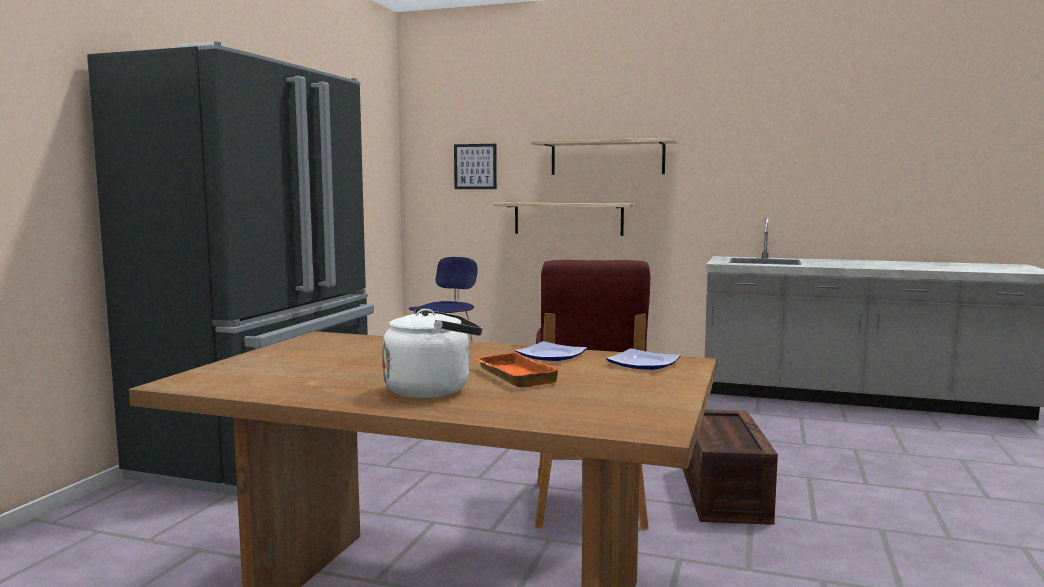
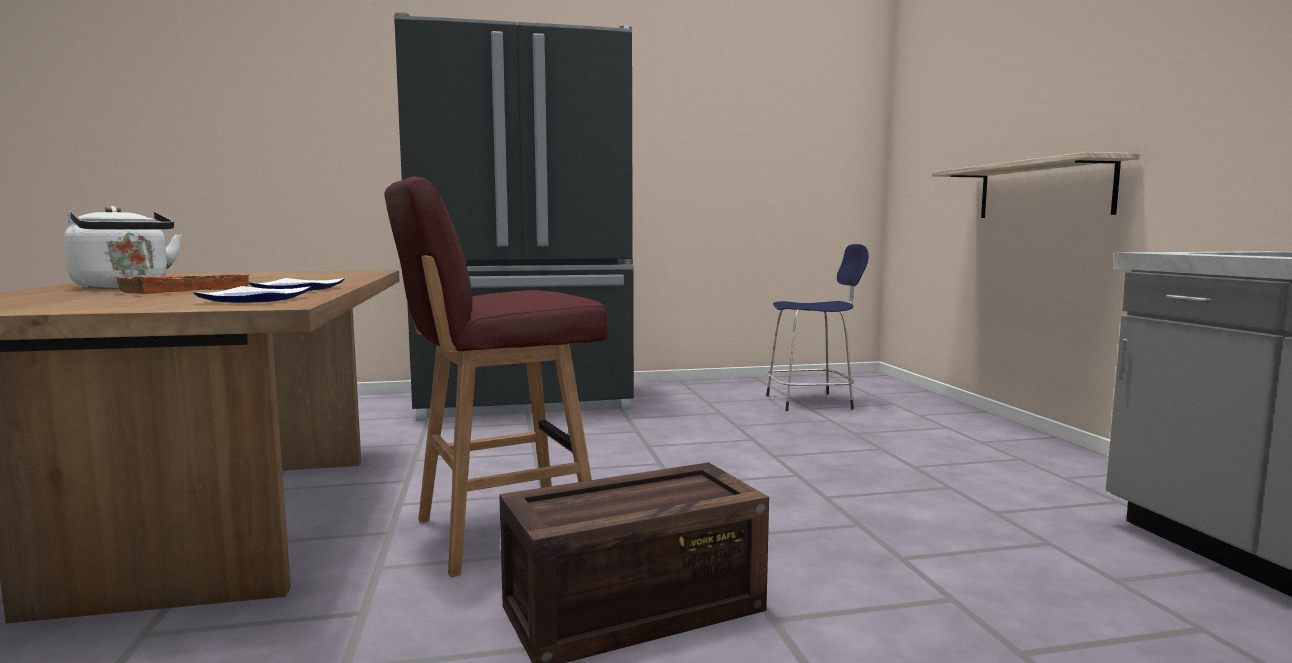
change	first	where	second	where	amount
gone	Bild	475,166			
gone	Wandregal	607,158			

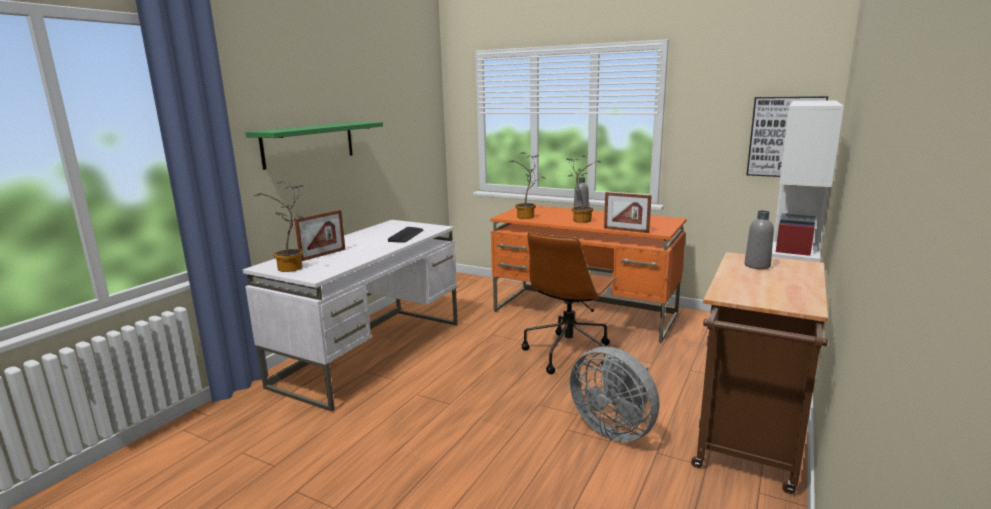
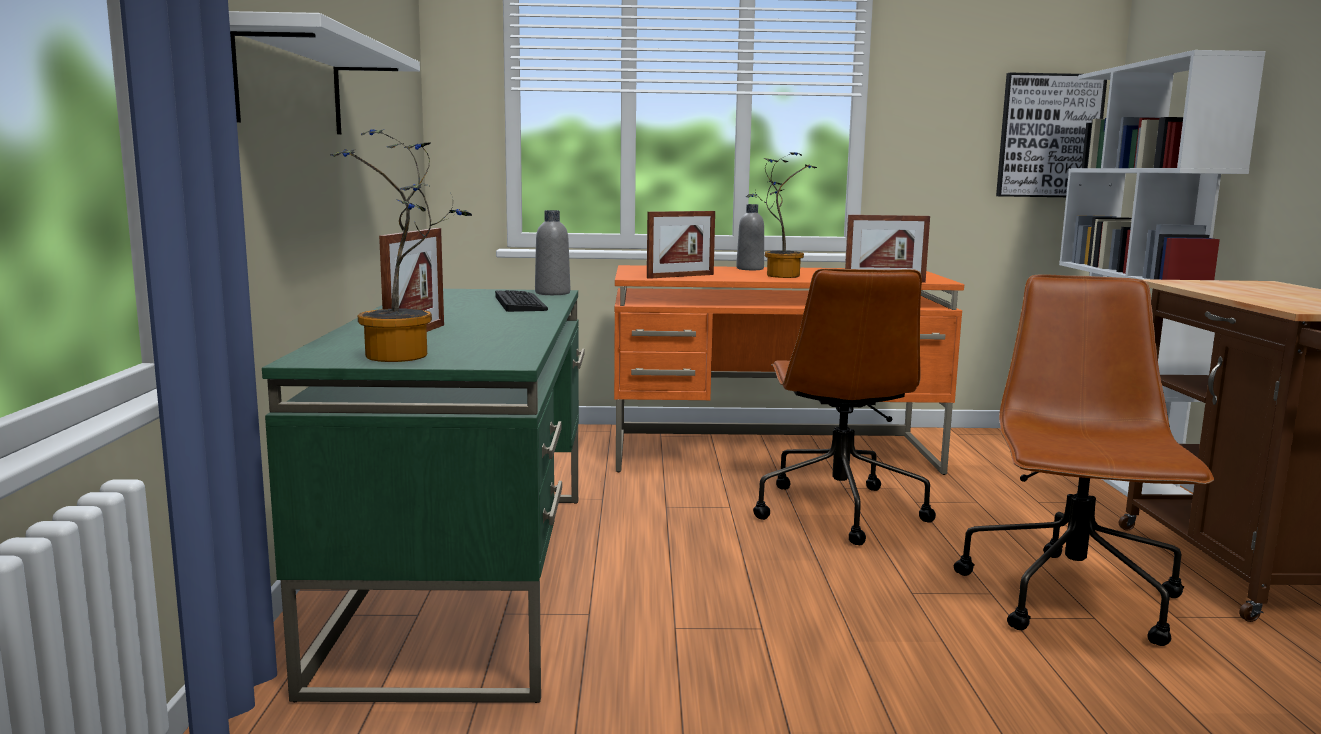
change	first	where	second	where	amount
repainted	Wandregal (grün)	309,144	Wandregal (weiß)	291,85	
repainted	Schreibtisch (weiß)	372,353	Schreibtisch (grün)	468,578	
shifted	Flasche (grau)	757,266		552,293	
swapped	Topfpflanze	527,217	Bilderrahmen	680,276	
swapped	Ventilator (grau)	614,428	Bürostuhl (braun)	1072,599	

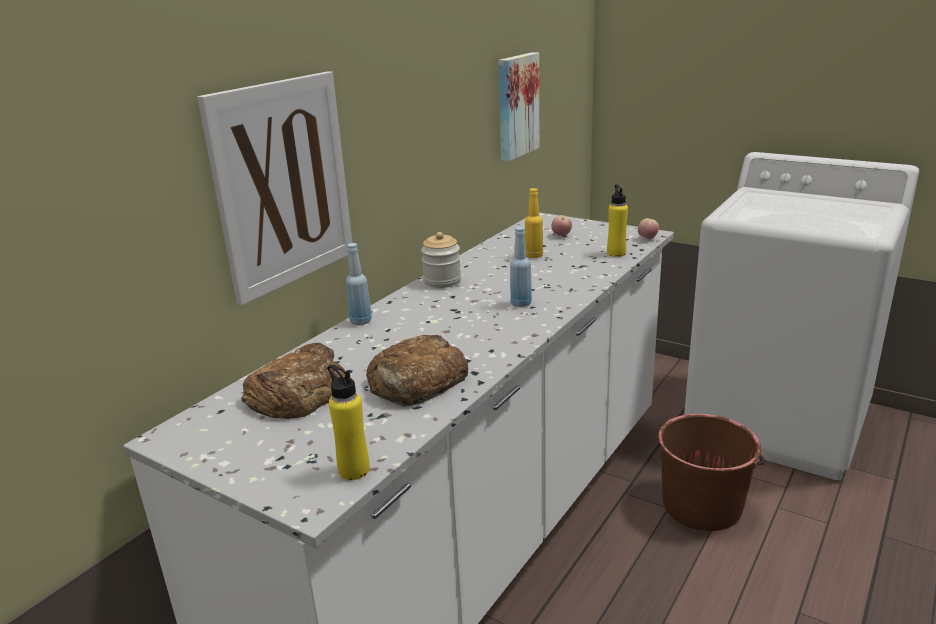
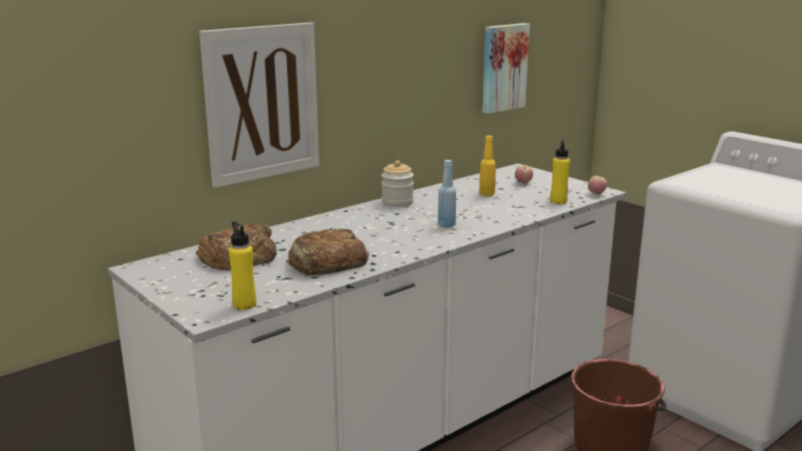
change	first	where	second	where	amount
gone	Flasche (blau)	361,321			

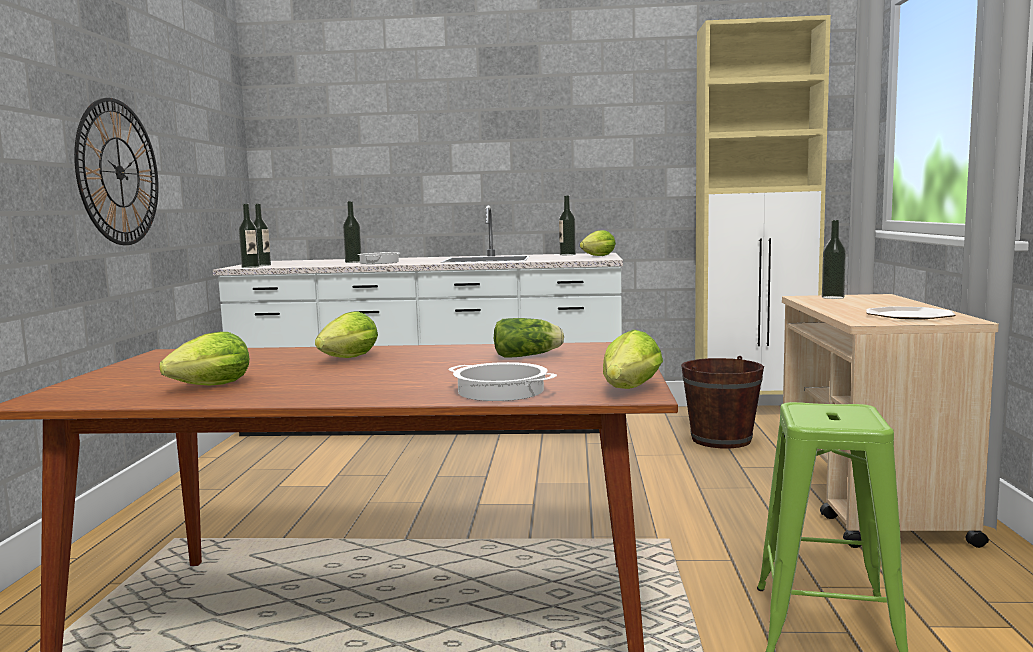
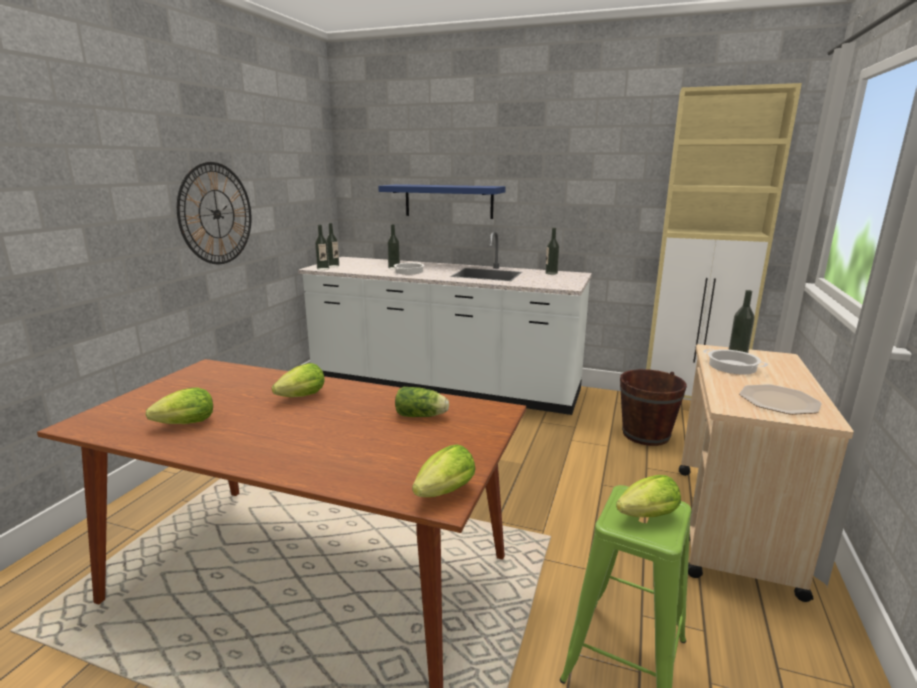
change	first	where	second	where	amount
new			Wandregal (blau)	448,201	
shifted	Salatkopf	596,256		644,517	
shifted	Kochtopf	499,391		731,366	

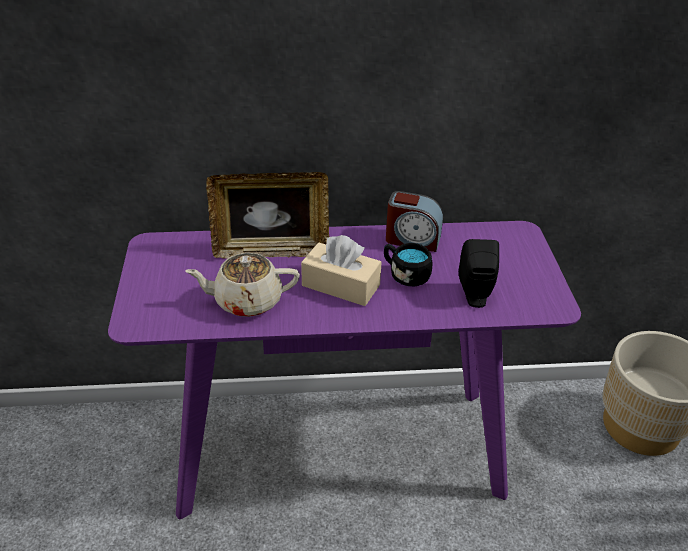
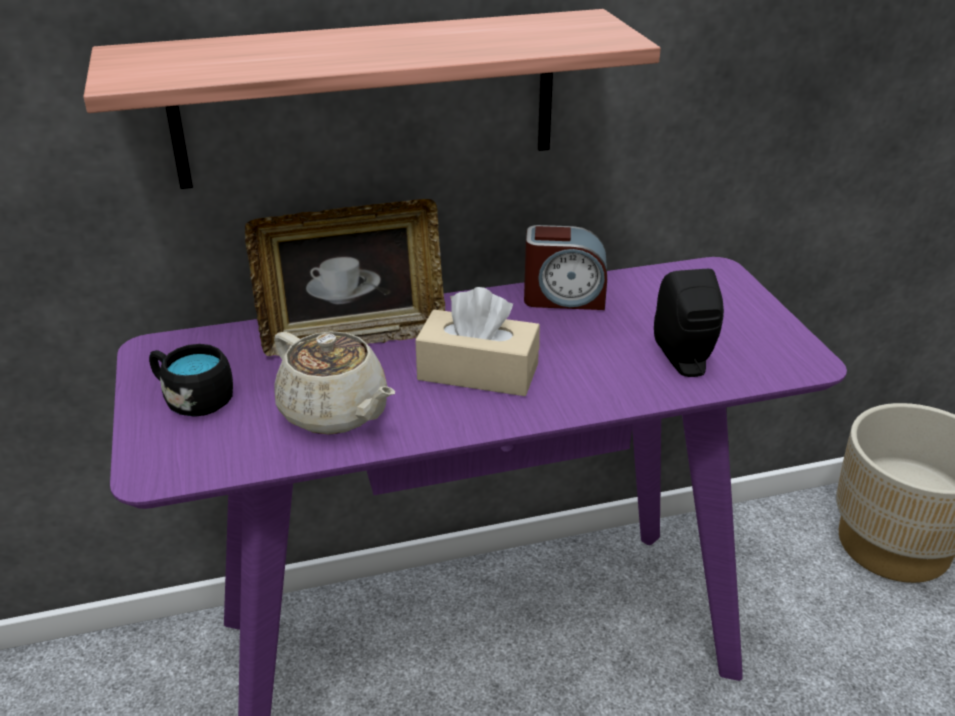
change	first	where	second	where	amount
new			Wandregal	367,99	
shifted	Henkelbecher (schwarz)	405,274		192,399	
rotated	Teekanne (beige)	246,301		335,412	120 degrees counterclockwise

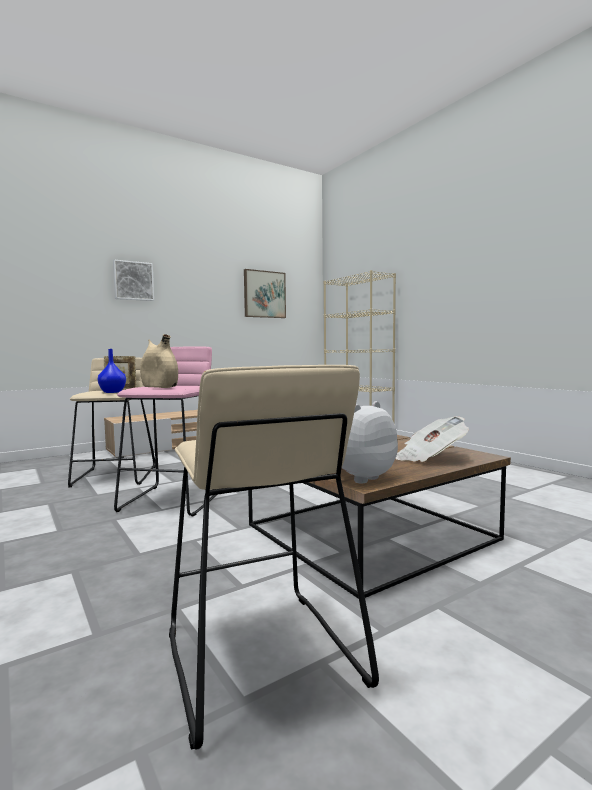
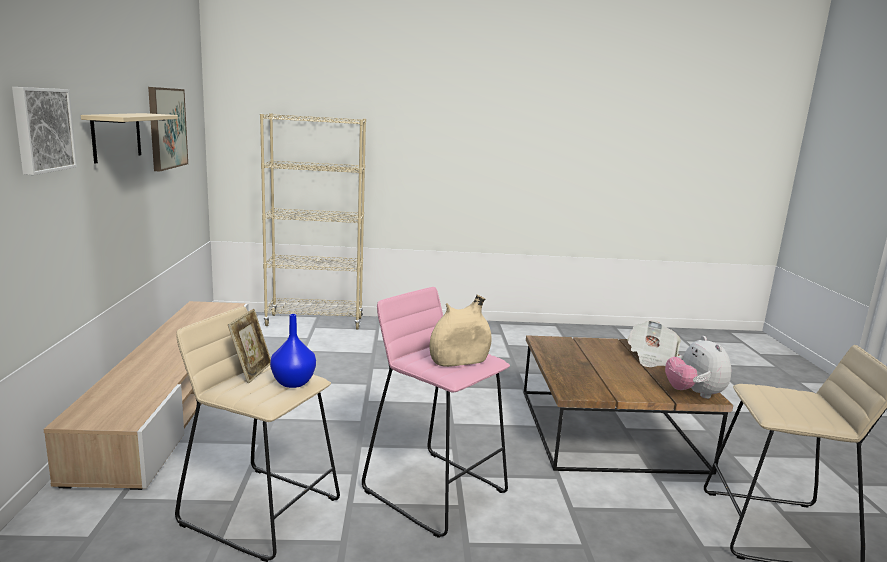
change	first	where	second	where	amount
new			Wandregal (beige)	116,136	

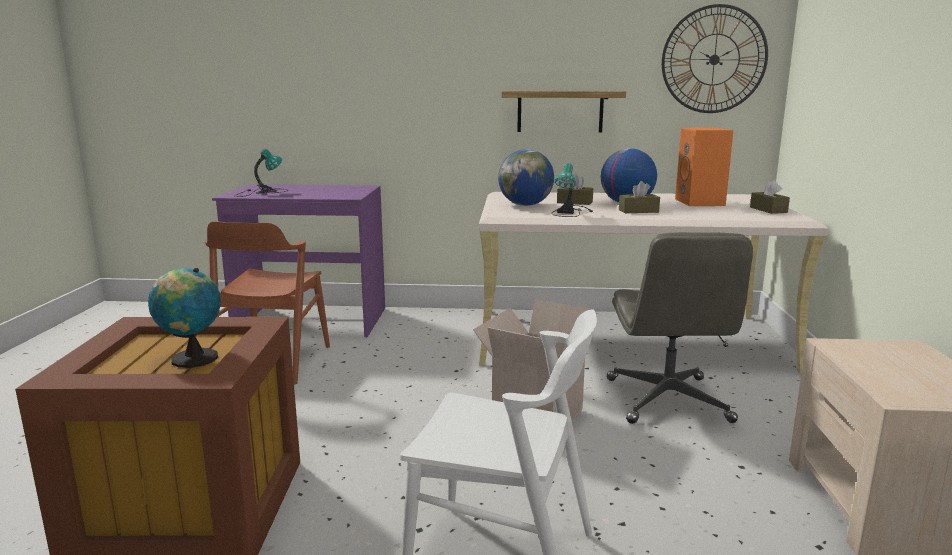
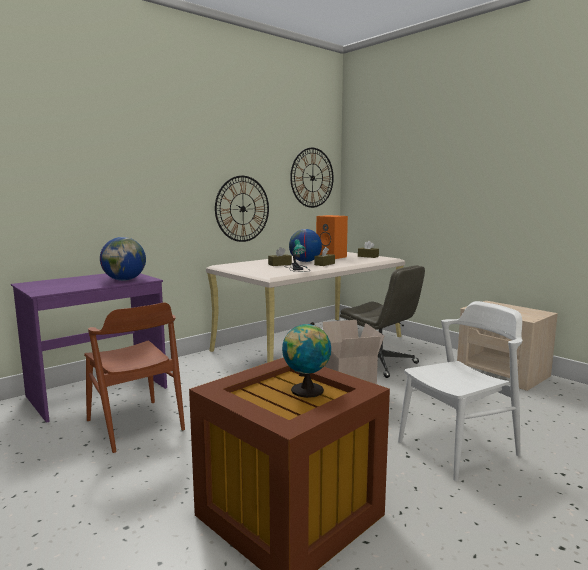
change	first	where	second	where	amount
shifted	Globus	525,205		124,280	
swapped	Wandregal	560,111	Wanduhr	242,209	
gone	Tischlampe	262,192			

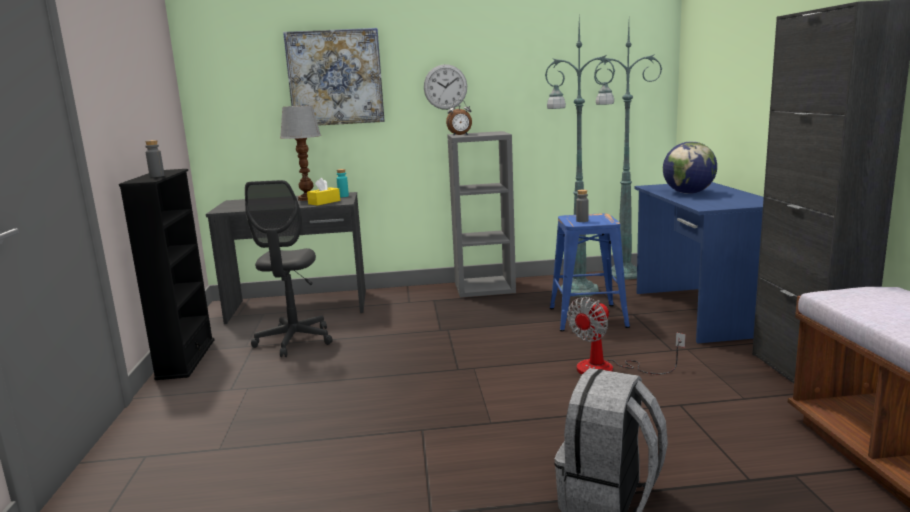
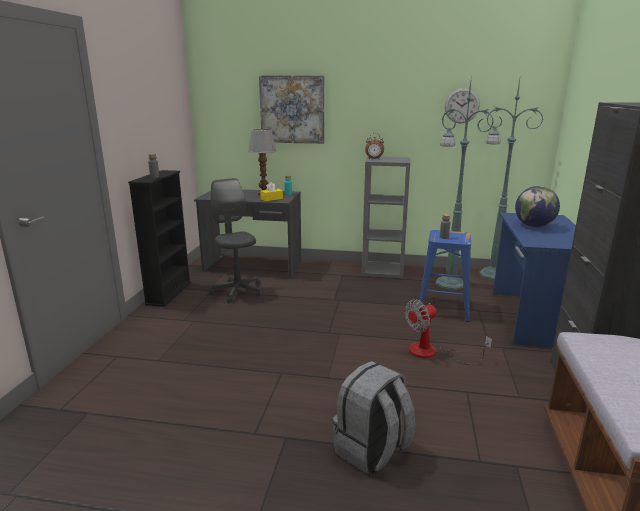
change	first	where	second	where	amount
rotated	Bürostuhl (grau)	294,341		237,292	135 degrees clockwise
shifted	Wanduhr	445,87		462,105	

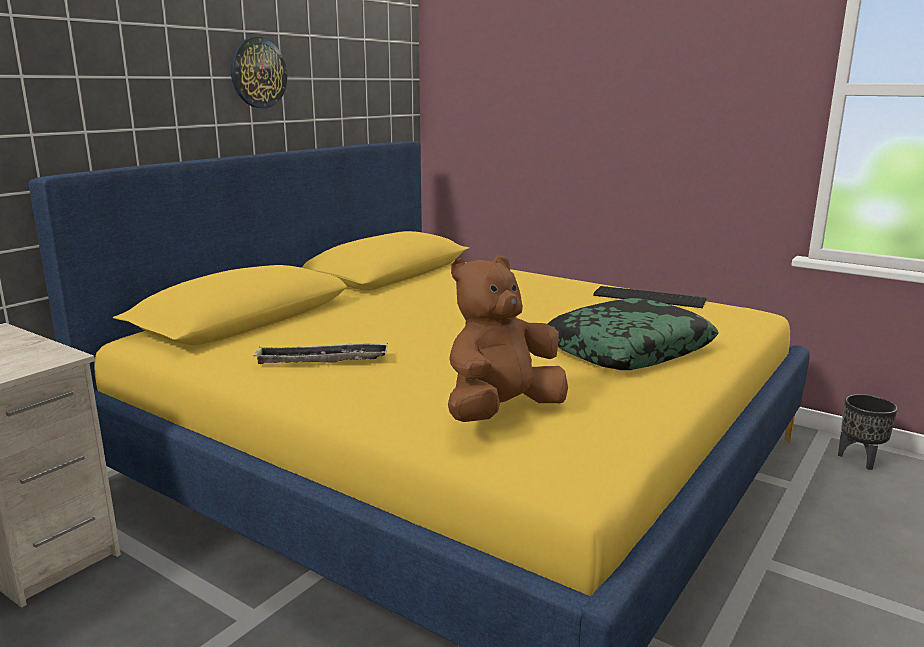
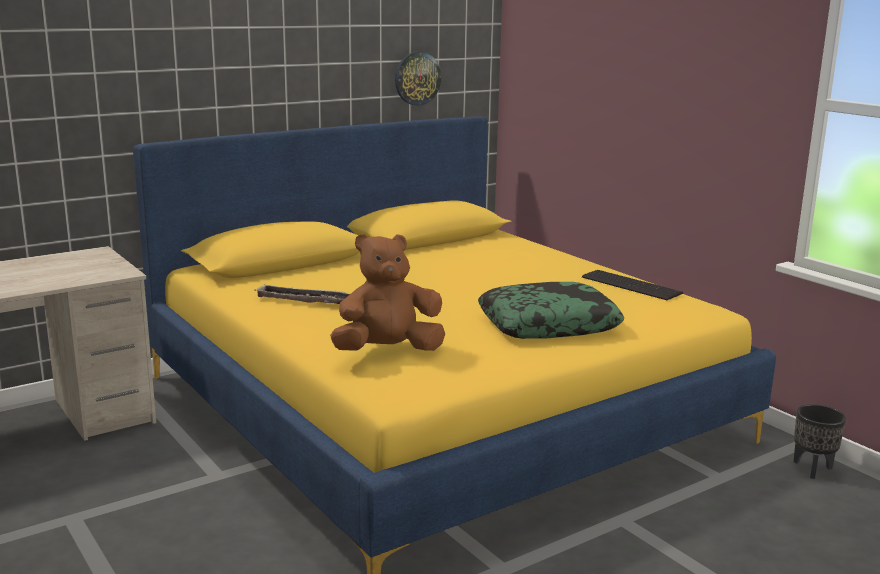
change	first	where	second	where	amount
shifted	Wanduhr	258,73		417,78	

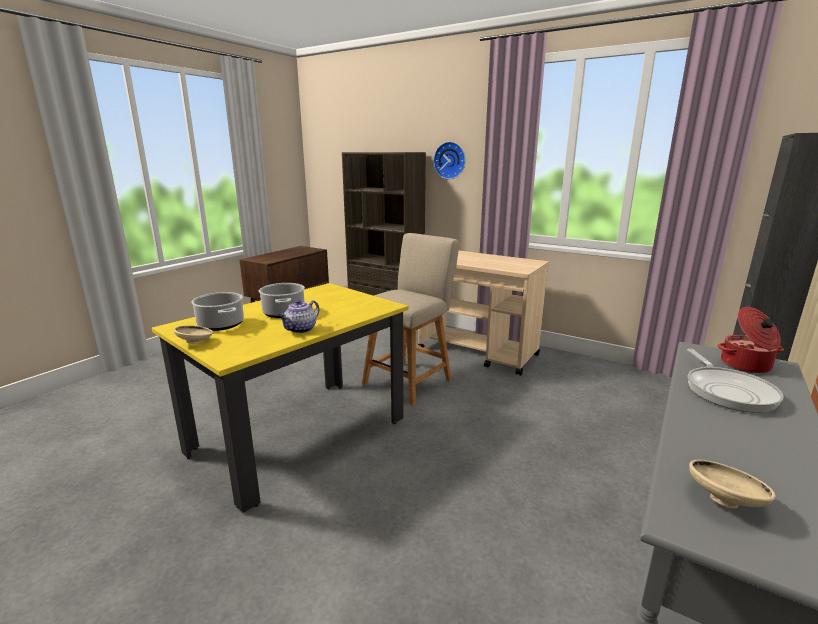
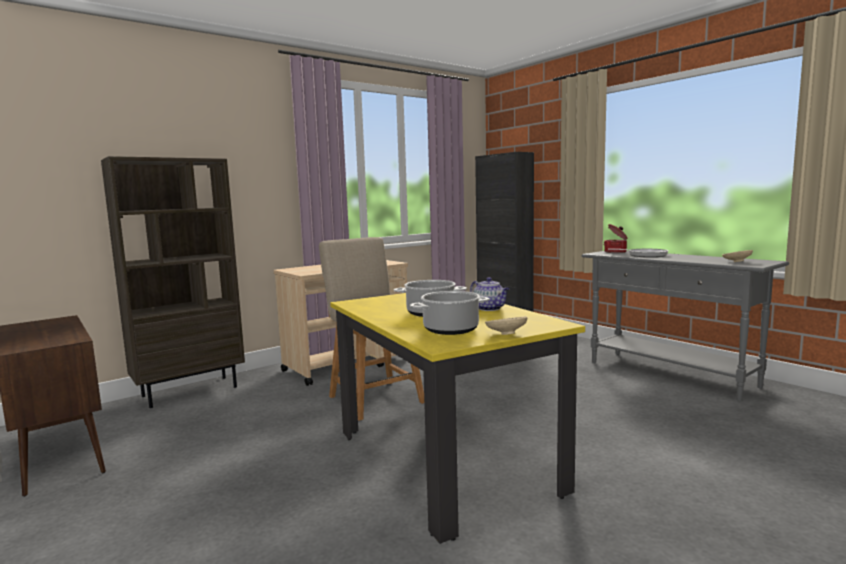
change	first	where	second	where	amount
gone	Wanduhr	450,160			

